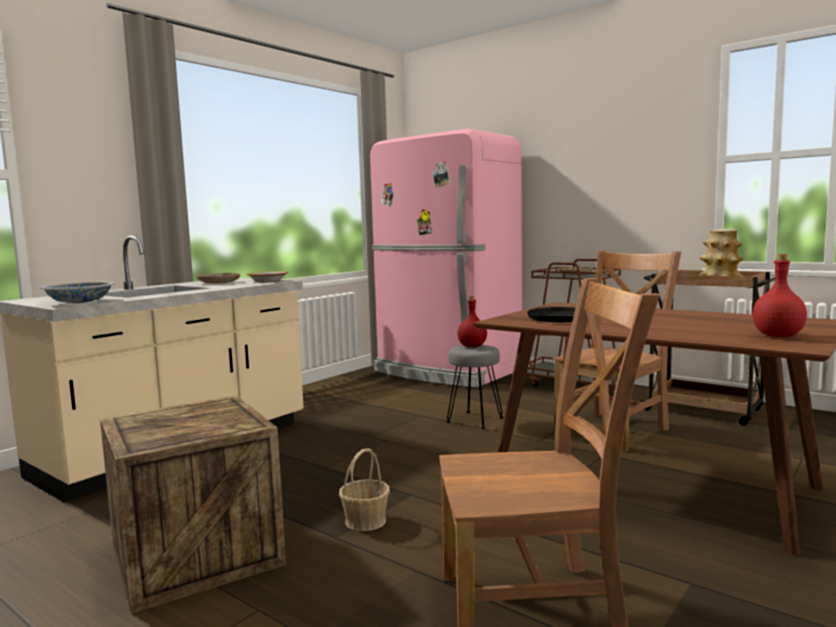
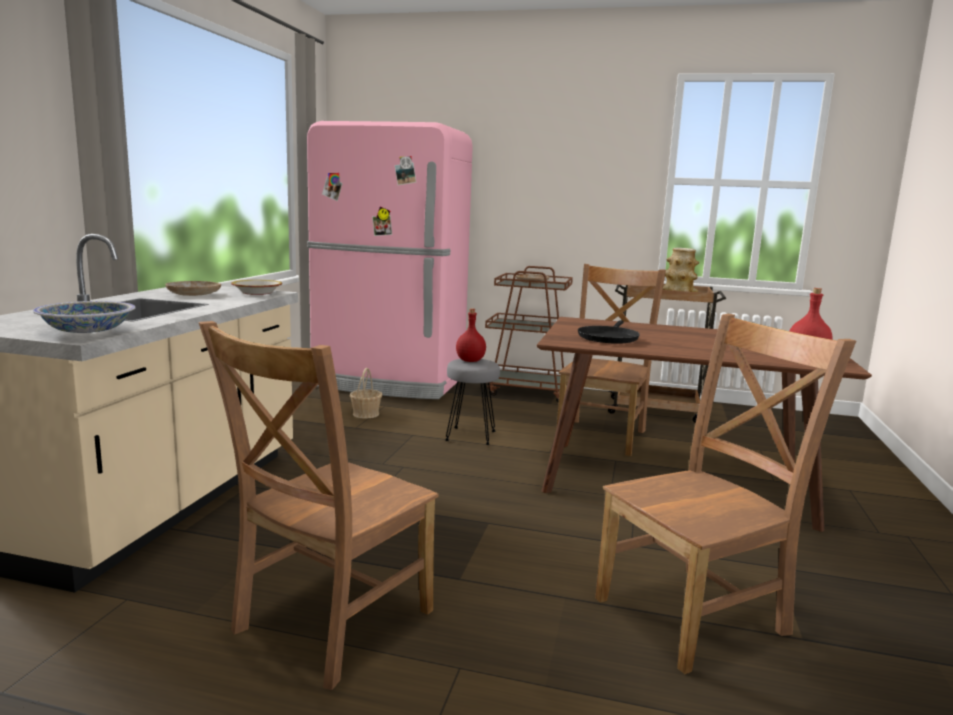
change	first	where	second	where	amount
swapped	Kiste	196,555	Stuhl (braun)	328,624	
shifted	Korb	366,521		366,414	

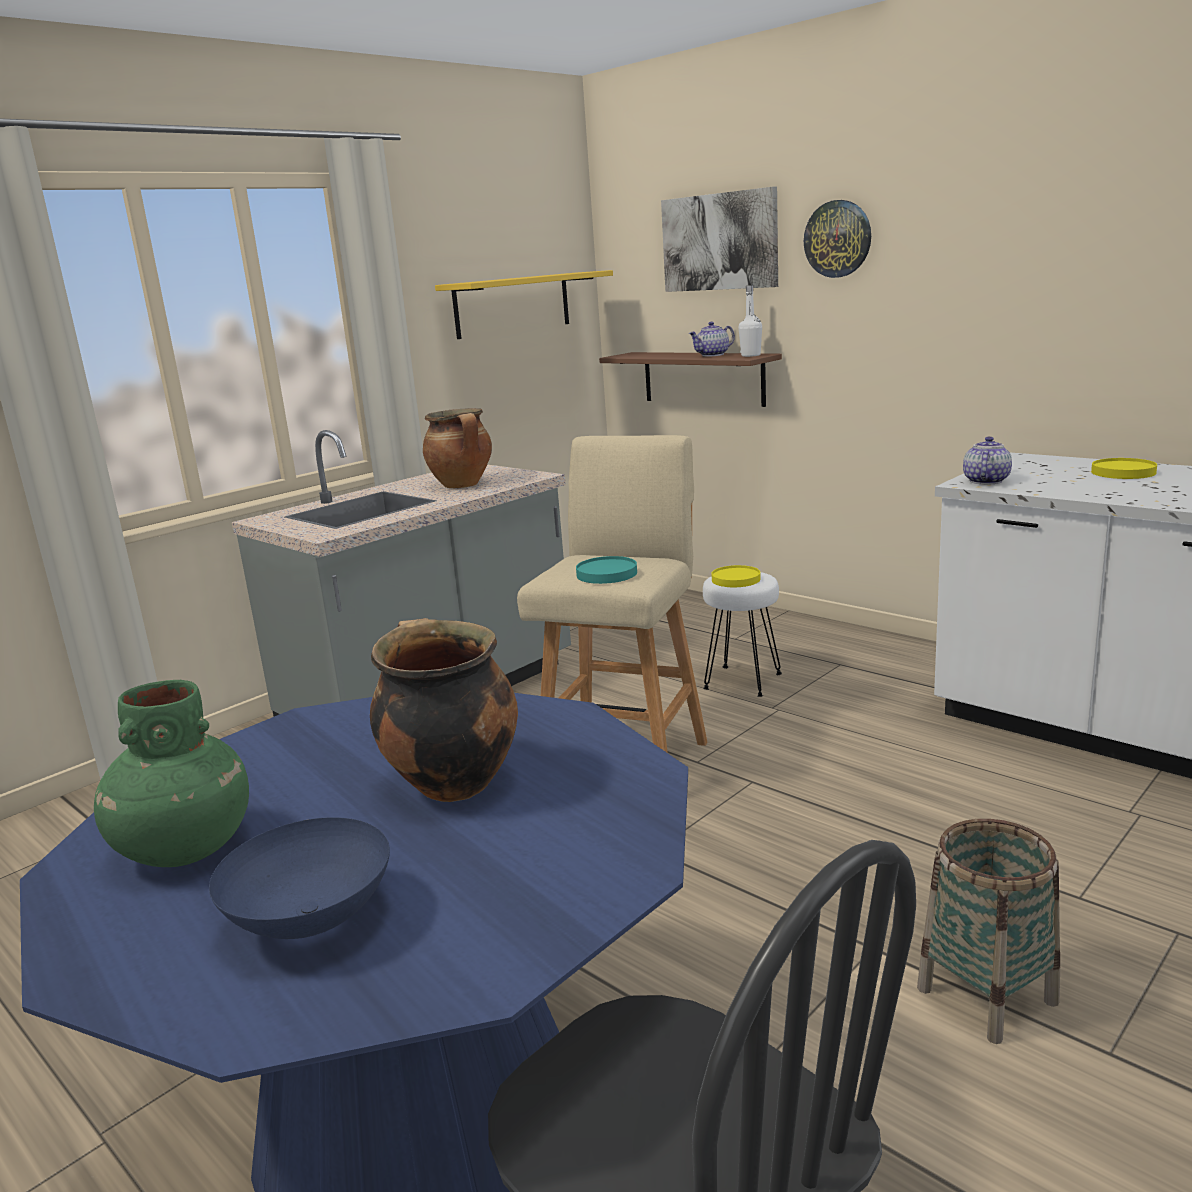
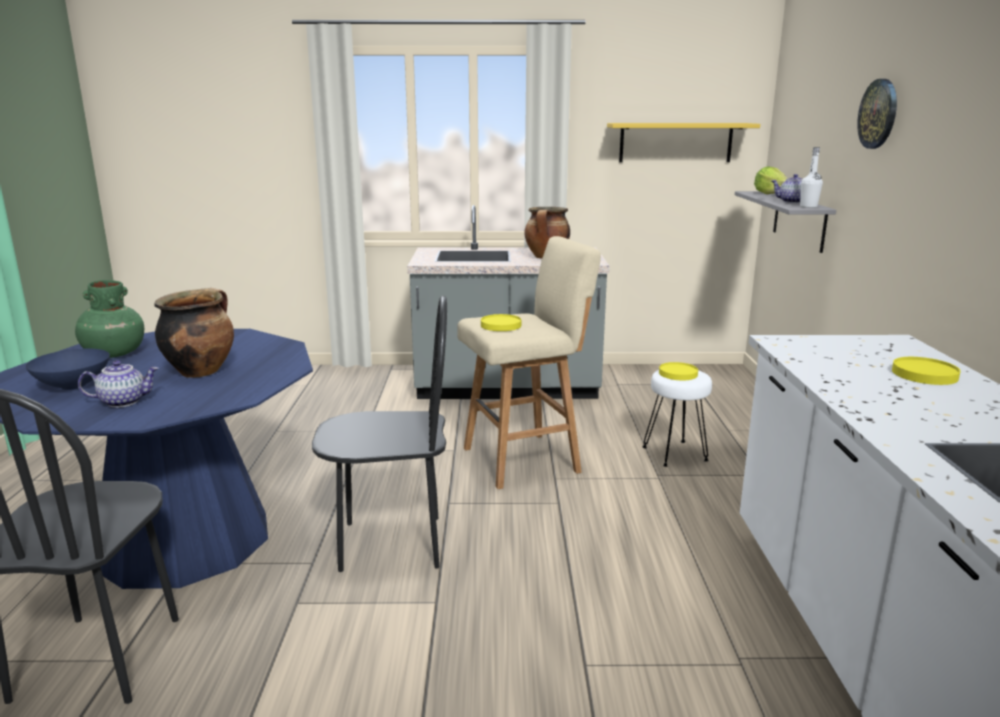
change	first	where	second	where	amount
shifted	Teekanne	985,481		124,401	
new			Stuhl (schwarz)	391,543	
repainted	Teller (türkis)	607,574	Teller (gelb)	501,325	
repainted	Wandregal (braun)	703,378	Wandregal (grau)	799,220	
new			Salatkopf	769,193	
gone	Bild	720,242			
gone	Korb	986,995			

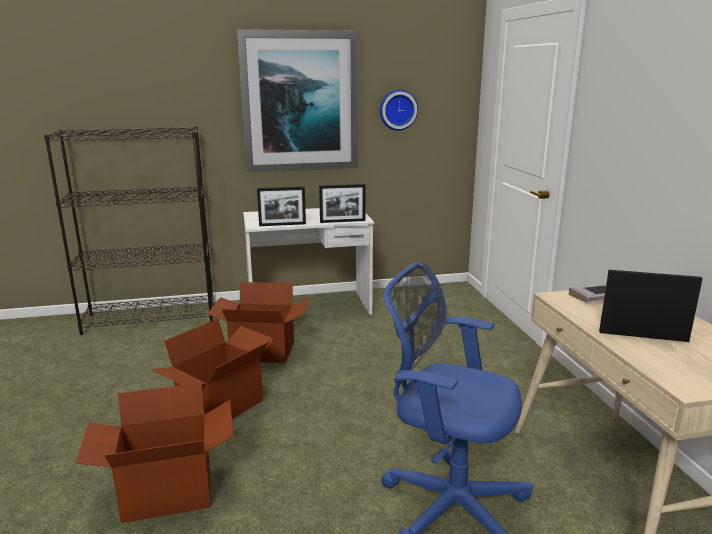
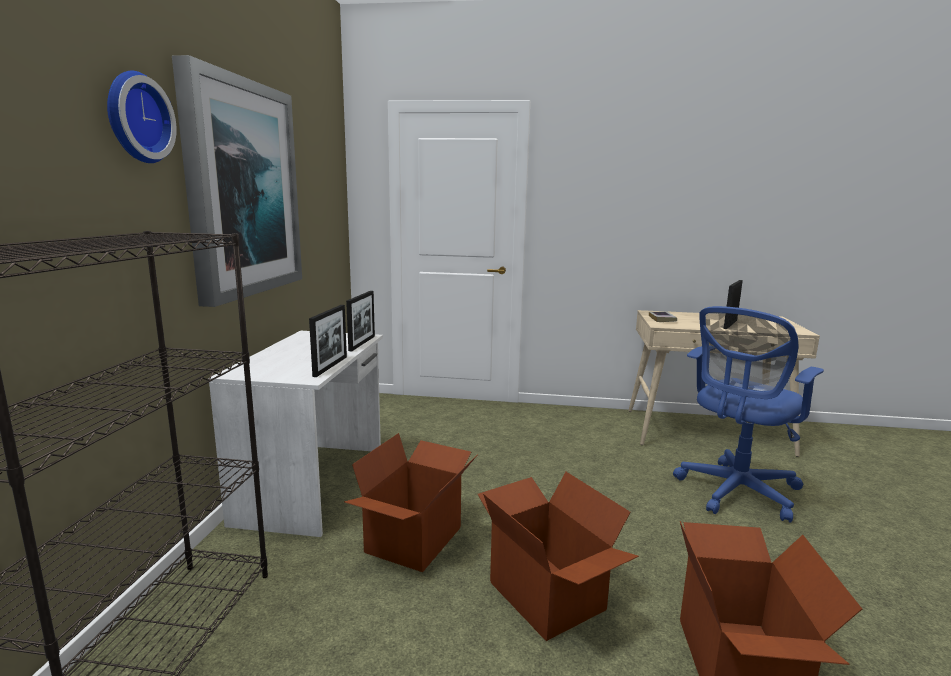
change	first	where	second	where	amount
shifted	Wanduhr	397,109		135,118	

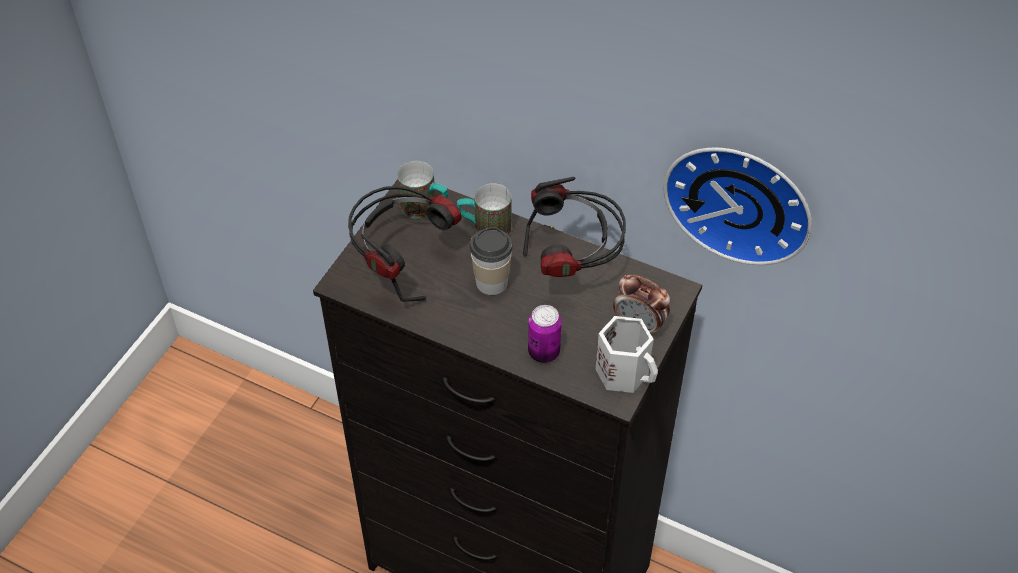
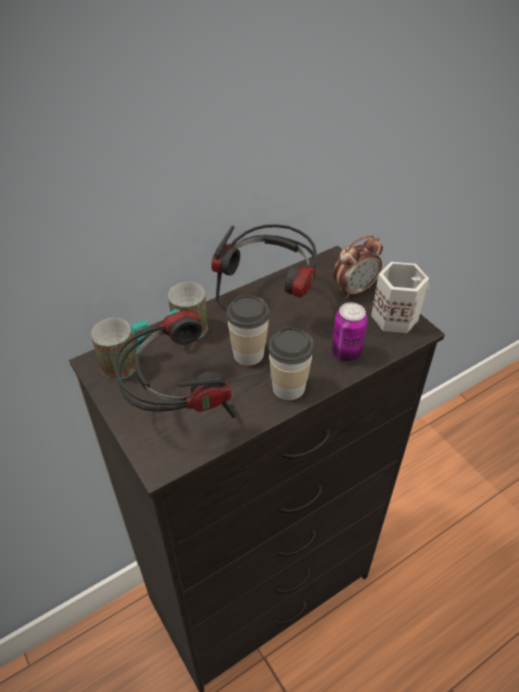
change	first	where	second	where	amount
new			Tasse	288,388	
gone	Wanduhr	740,199			

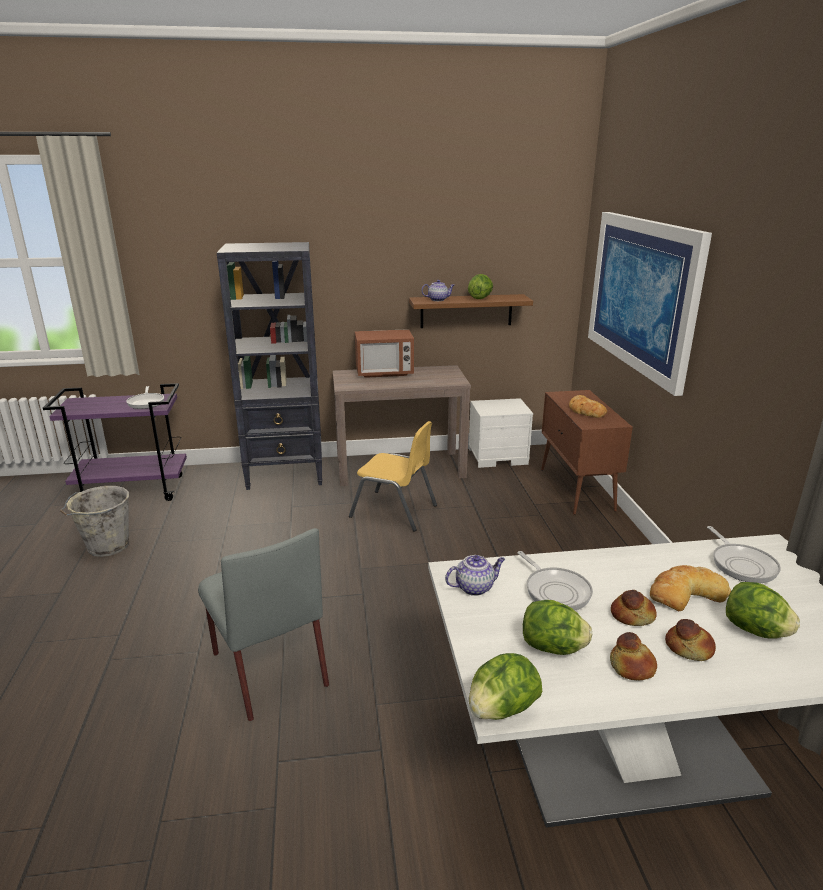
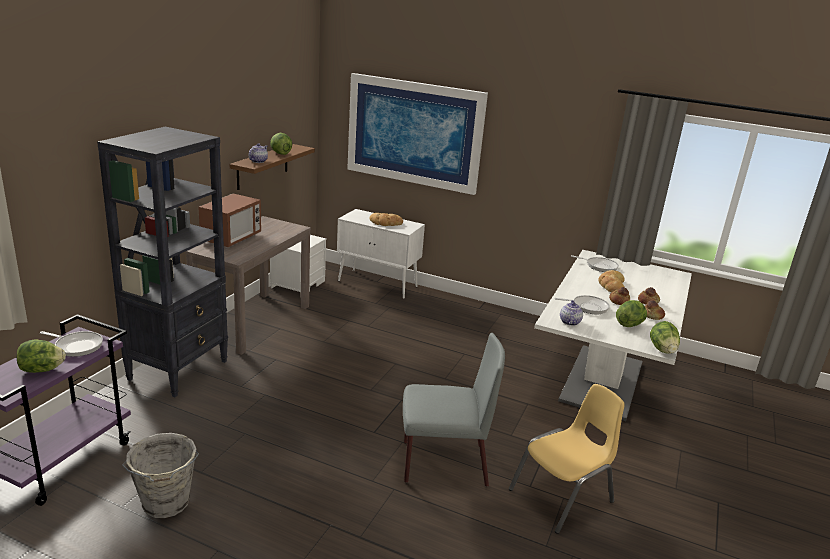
change	first	where	second	where	amount
shifted	Salatkopf	755,631		42,370	
repainted	Schrank (braun)	577,490	Schrank (weiß)	378,284	
shifted	Stuhl (gelb)	394,511		562,496	

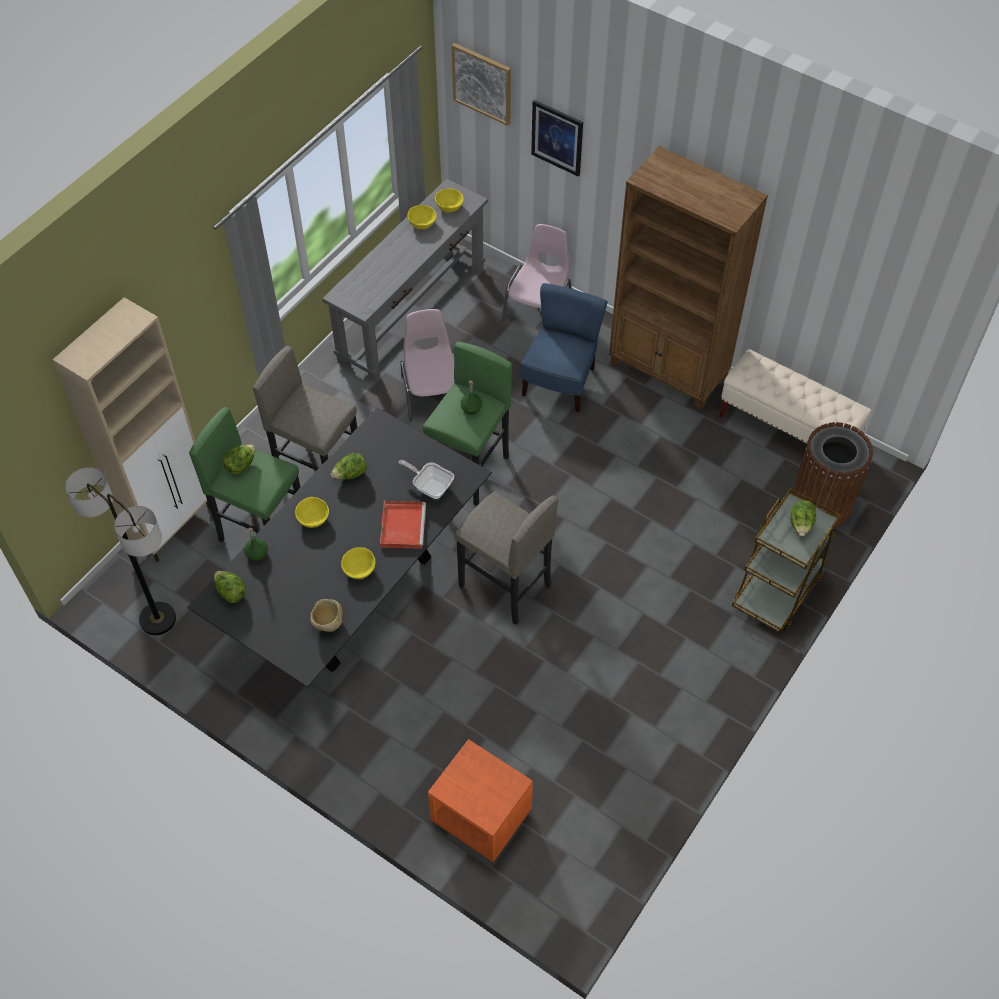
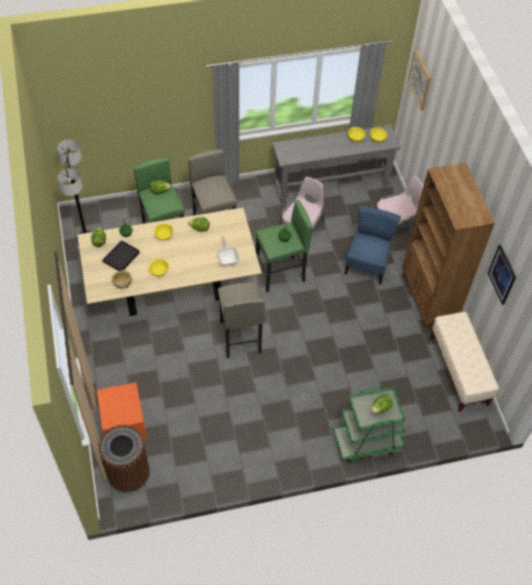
change	first	where	second	where	amount
repainted	Esstisch (schwarz)	354,596	Esstisch (beige)	172,291	
shifted	Mülleimer (braun)	821,503		128,472	
new			Tablett (schwarz)	120,257	
repainted	Rollwagen (braun)	777,589	Rollwagen (grün)	367,441	
rotated	Stuhl (blau)	560,382		367,265	45 degrees counterclockwise
shifted	Bild	557,137		502,274	
gone	Schrank (beige)	173,525			
gone	Tablett (rot)	402,525			

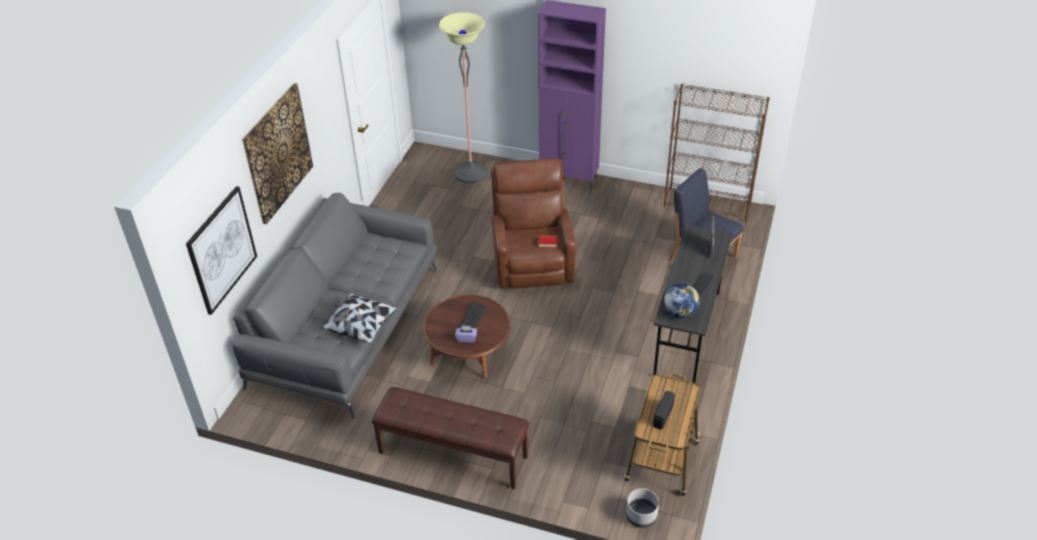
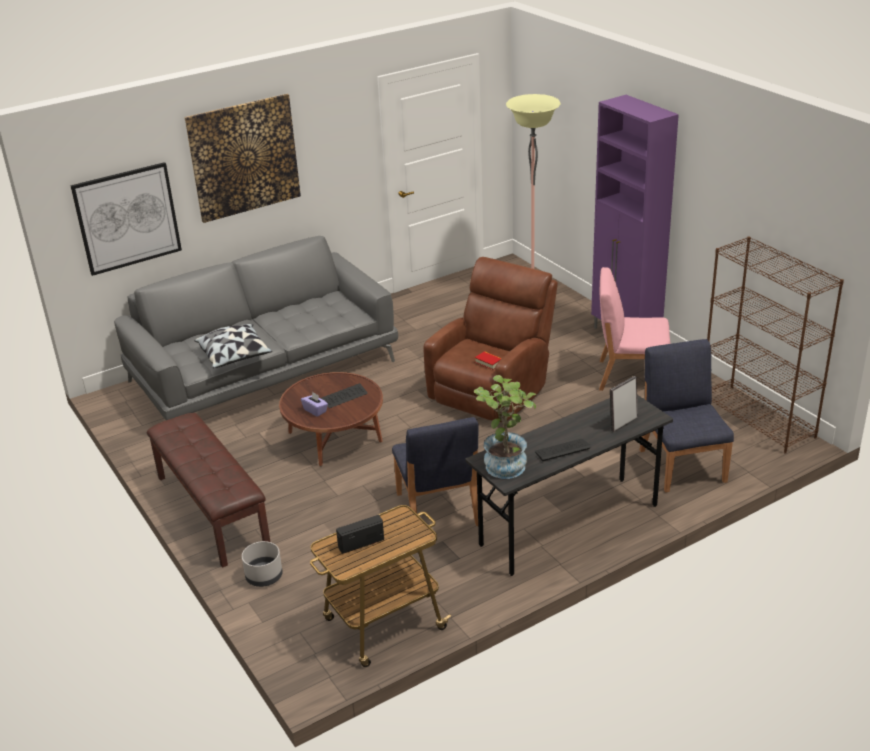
change	first	where	second	where	amount
shifted	Pflanzkübel (grau)	641,516		263,577	
new			Stuhl (blau)	437,510	
swapped	Globus	680,313	Topfpflanze	505,462	
new			Stuhl (rosa)	630,376	

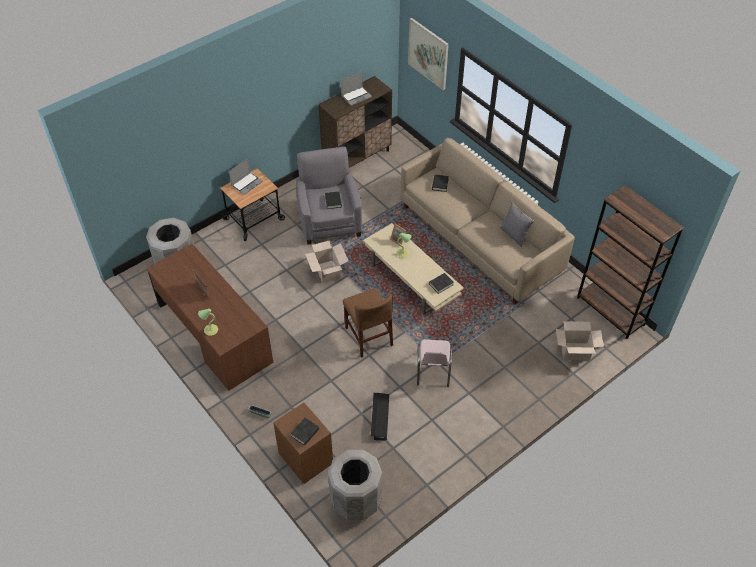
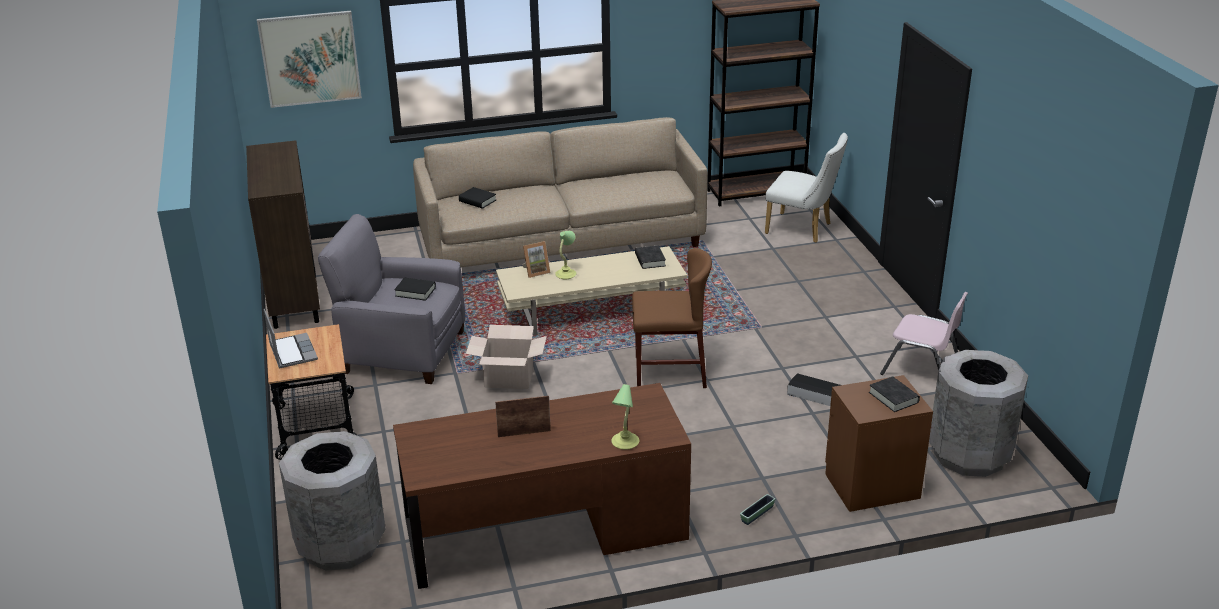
change	first	where	second	where	amount
swapped	Karton	575,351	Stuhl (weiß)	803,229	
shifted	Stuhl (rosa)	433,369		921,370	
gone	Laptop	356,96			
gone	Kissen (grau)	514,235			

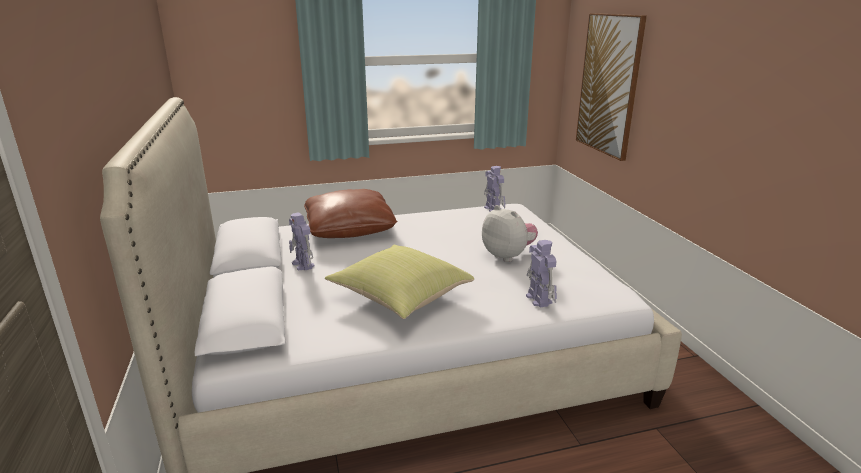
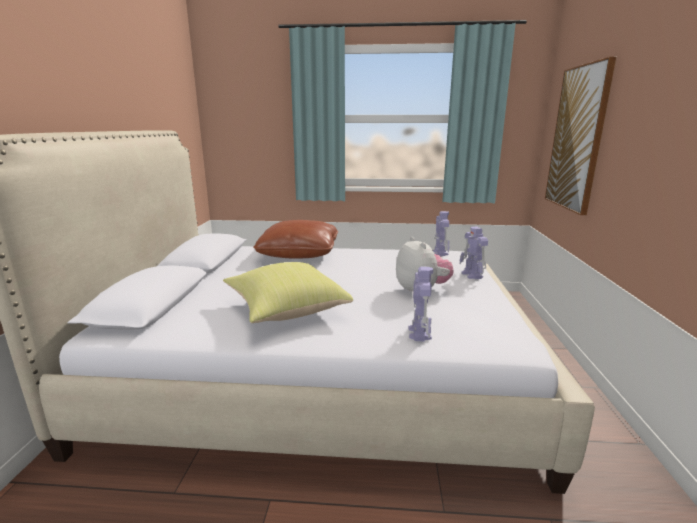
change	first	where	second	where	amount
shifted	Spielzeugroboter	303,265		472,275	

